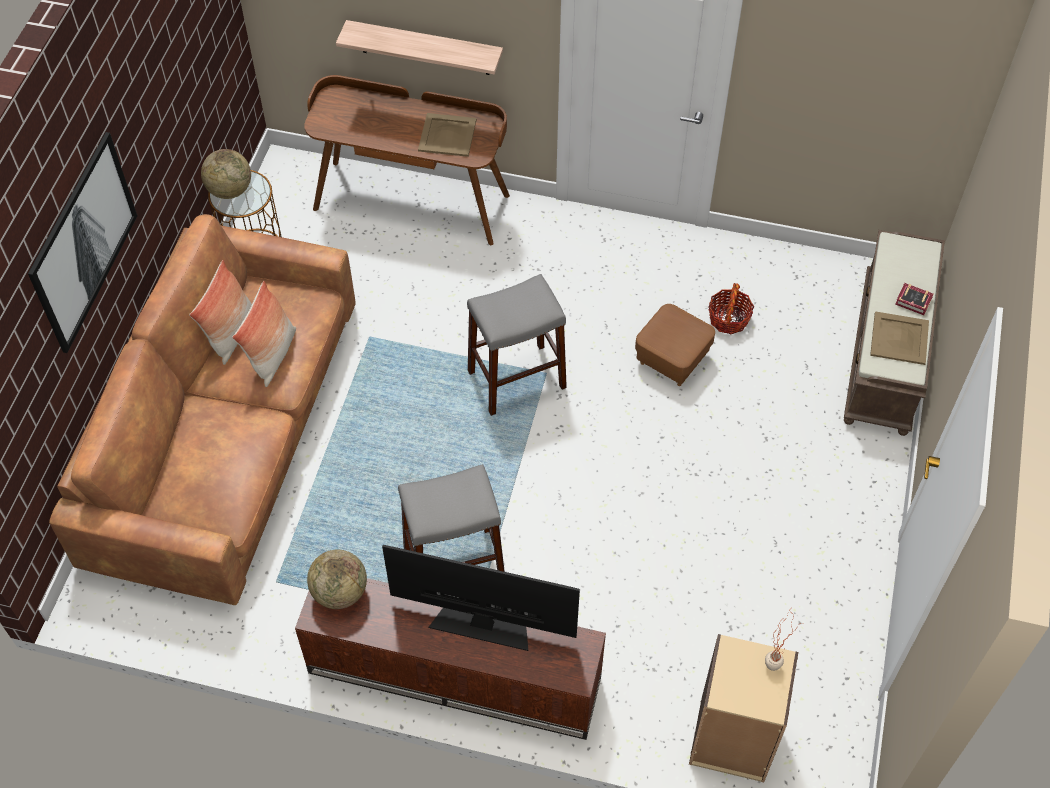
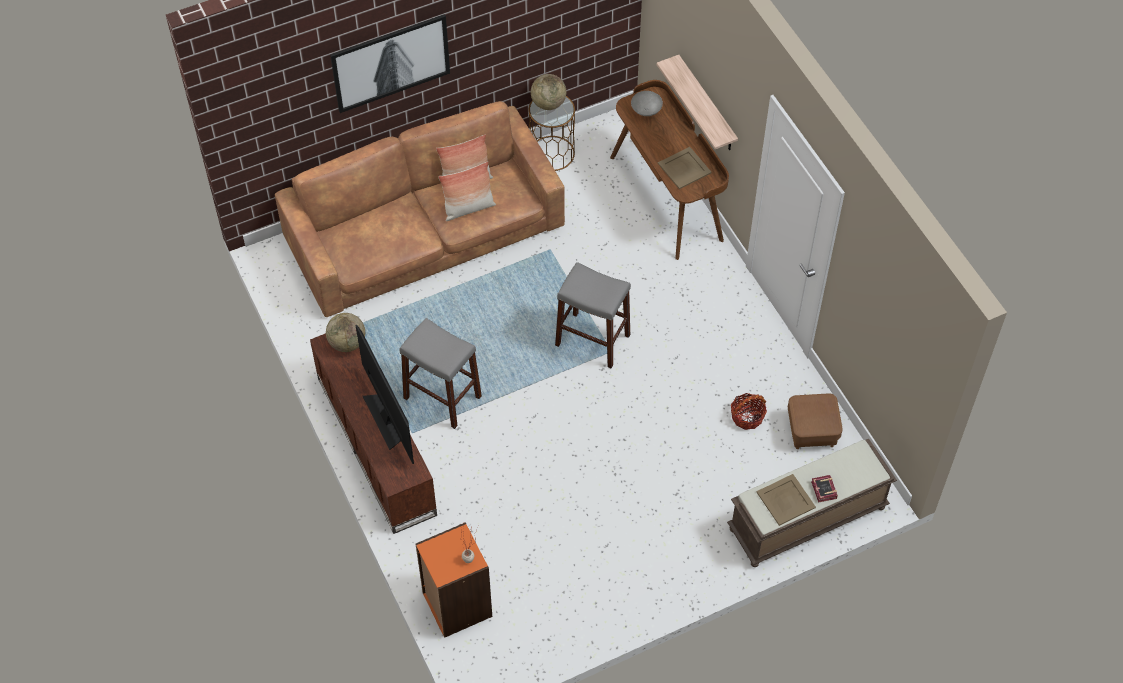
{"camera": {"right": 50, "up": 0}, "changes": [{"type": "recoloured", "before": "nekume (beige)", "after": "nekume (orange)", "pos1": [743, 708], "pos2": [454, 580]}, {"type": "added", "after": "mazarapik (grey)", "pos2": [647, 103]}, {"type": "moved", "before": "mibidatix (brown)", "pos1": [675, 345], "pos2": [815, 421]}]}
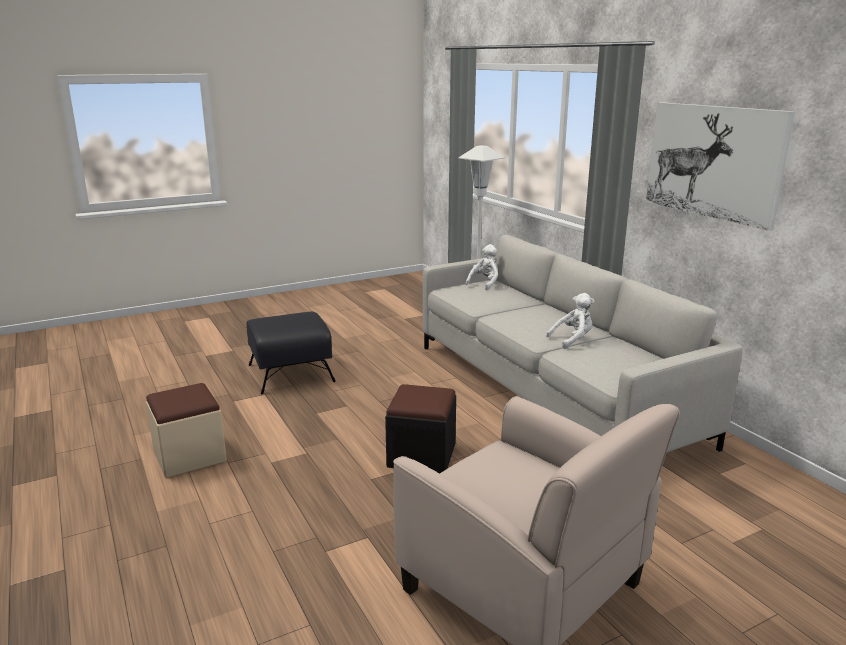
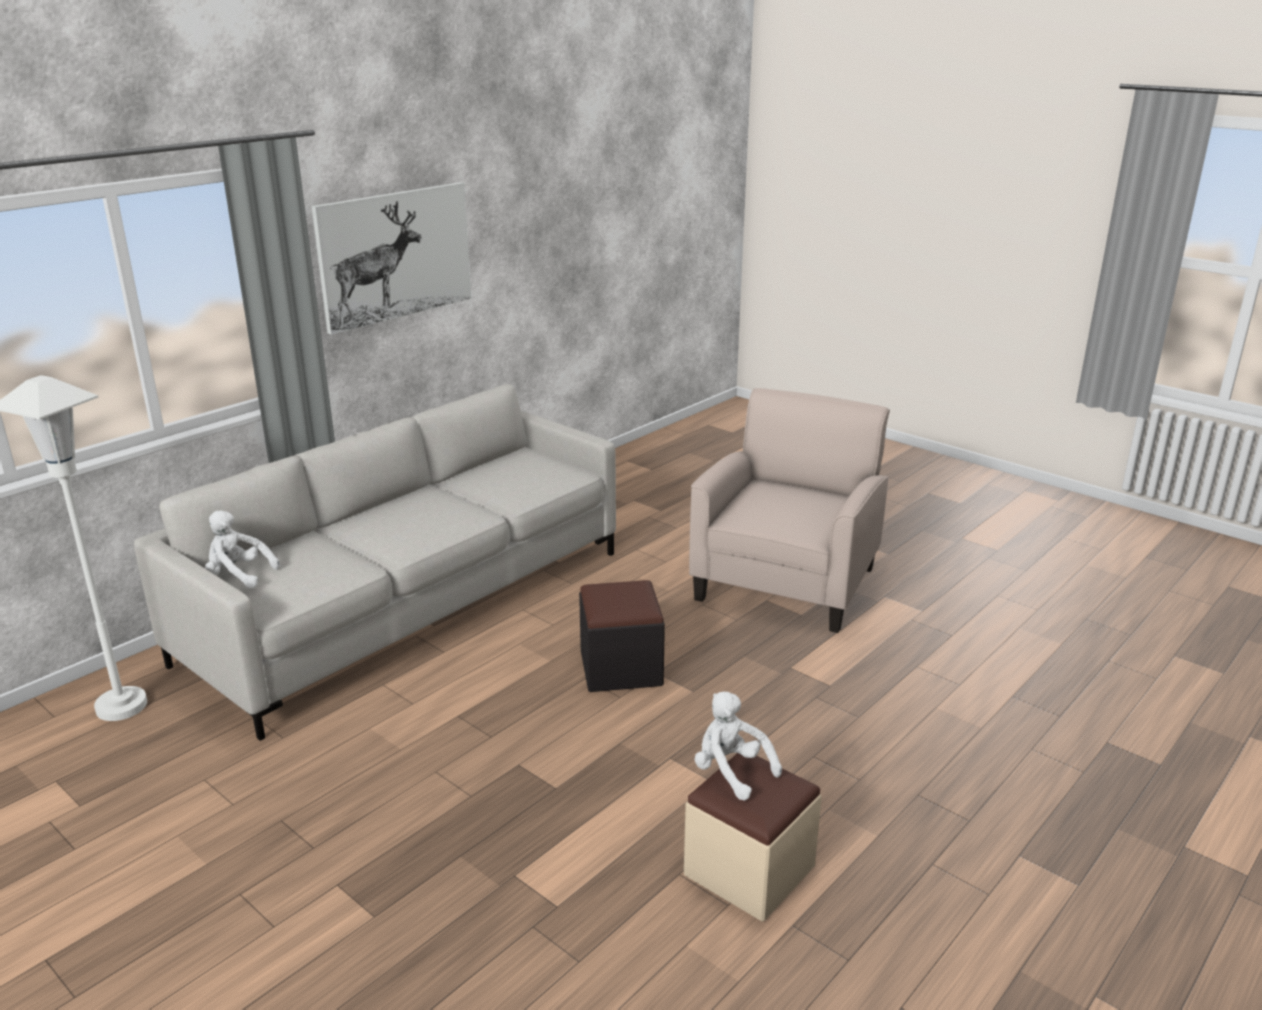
{"camera": {"right": -110, "up": 5}, "changes": [{"type": "moved", "before": "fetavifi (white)", "pos1": [570, 321], "pos2": [738, 745]}, {"type": "removed", "before": "mibidatix (black)", "pos1": [291, 353]}]}
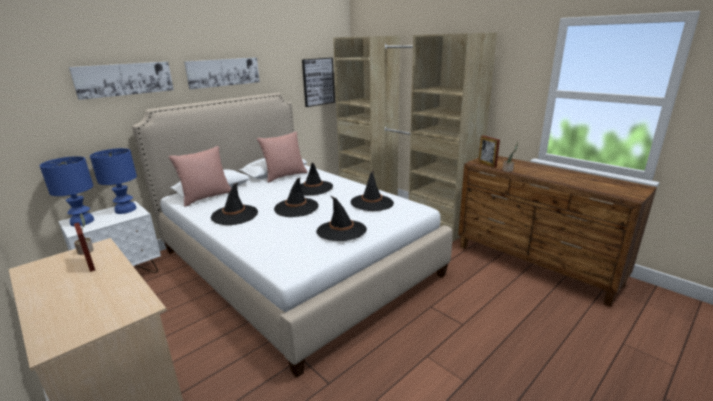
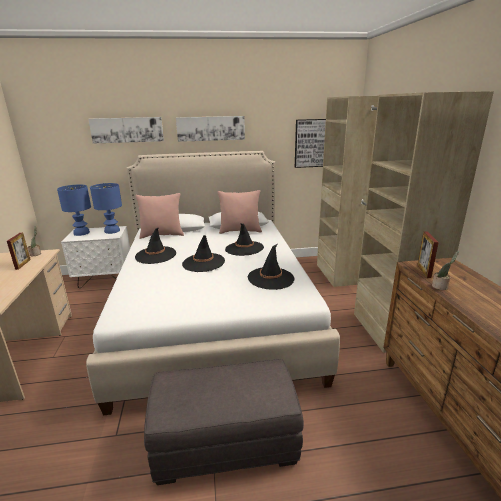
{"camera": {"right": 35, "up": 0}, "changes": [{"type": "added", "after": "mibidatix (grey)", "pos2": [224, 422]}, {"type": "removed", "before": "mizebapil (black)", "pos1": [341, 218]}]}
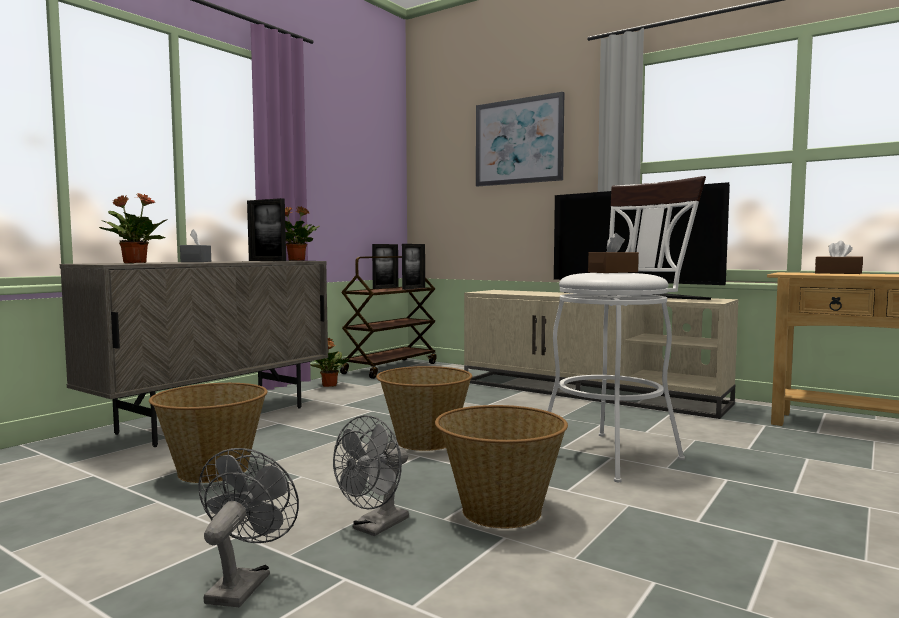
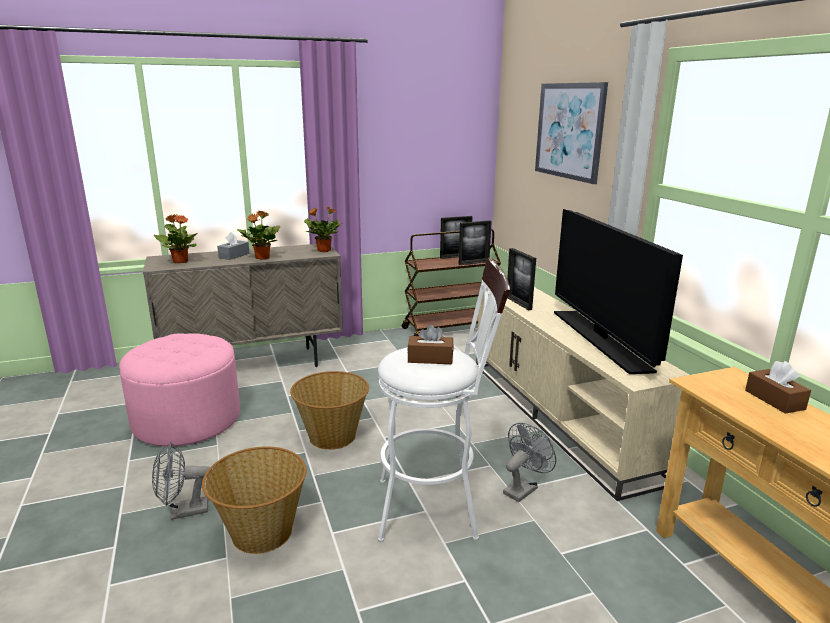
{"camera": {"right": 35, "up": 15}, "changes": [{"type": "replaced", "before": "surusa", "after": "mibidatix (pink)", "pos1": [208, 433], "pos2": [179, 389]}, {"type": "moved", "before": "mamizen", "pos1": [330, 362], "pos2": [258, 235]}, {"type": "moved", "before": "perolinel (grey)", "pos1": [248, 527], "pos2": [529, 462]}, {"type": "moved", "before": "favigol", "pos1": [266, 229], "pos2": [521, 279]}]}
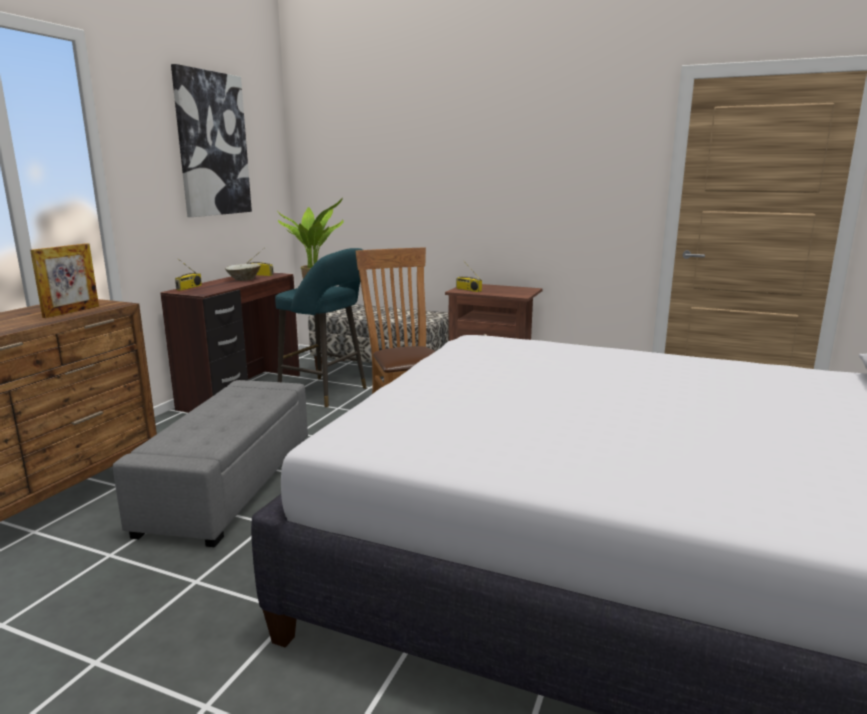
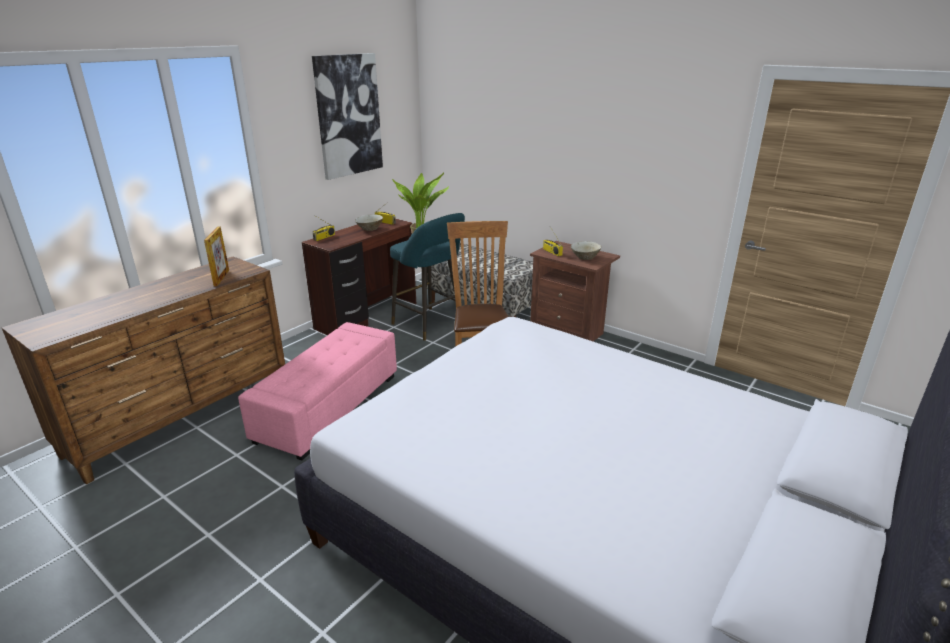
{"camera": {"right": 15, "up": 10}, "changes": [{"type": "turned", "before": "favigol", "pos1": [64, 280], "pos2": [216, 256], "turn": -45}, {"type": "recoloured", "before": "mibidatix (grey)", "after": "mibidatix (pink)", "pos1": [210, 463], "pos2": [317, 391]}, {"type": "added", "after": "mazarapik (beige)", "pos2": [586, 250]}]}
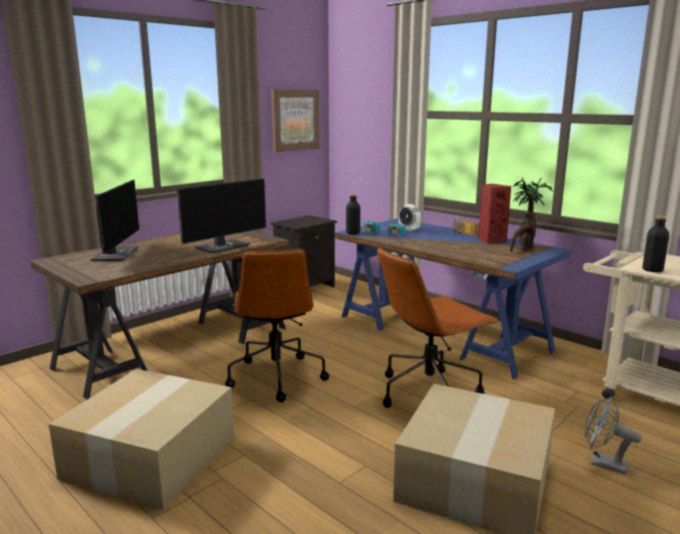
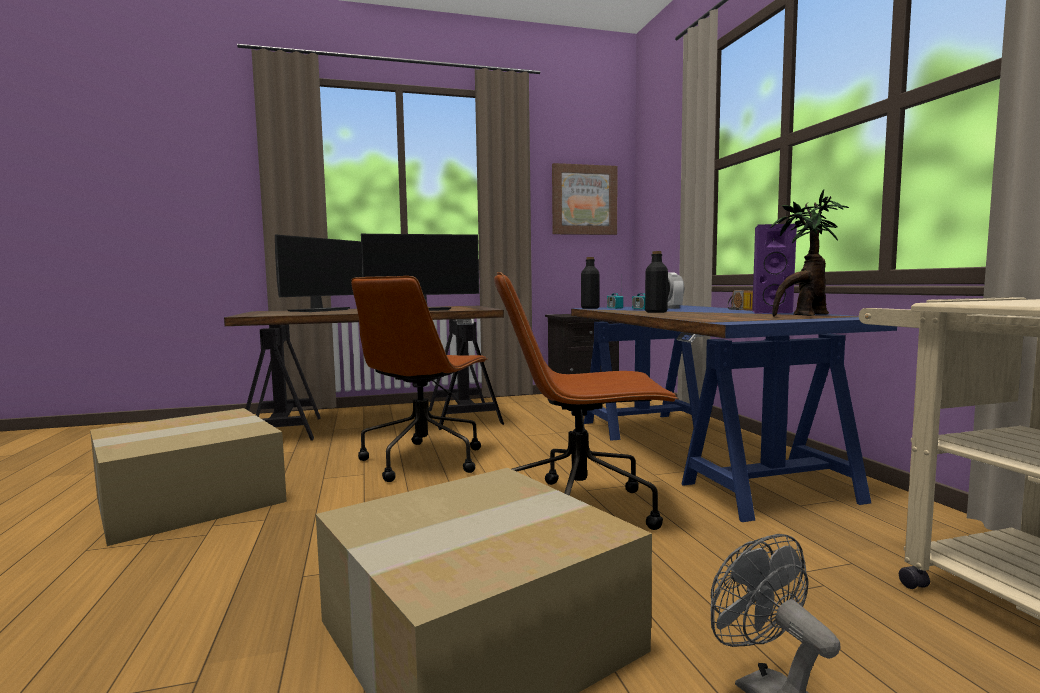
{"camera": {"right": 30, "up": -10}, "changes": [{"type": "moved", "before": "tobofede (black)", "pos1": [655, 244], "pos2": [656, 282]}, {"type": "recoloured", "before": "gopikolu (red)", "after": "gopikolu (purple)", "pos1": [494, 214], "pos2": [774, 269]}]}
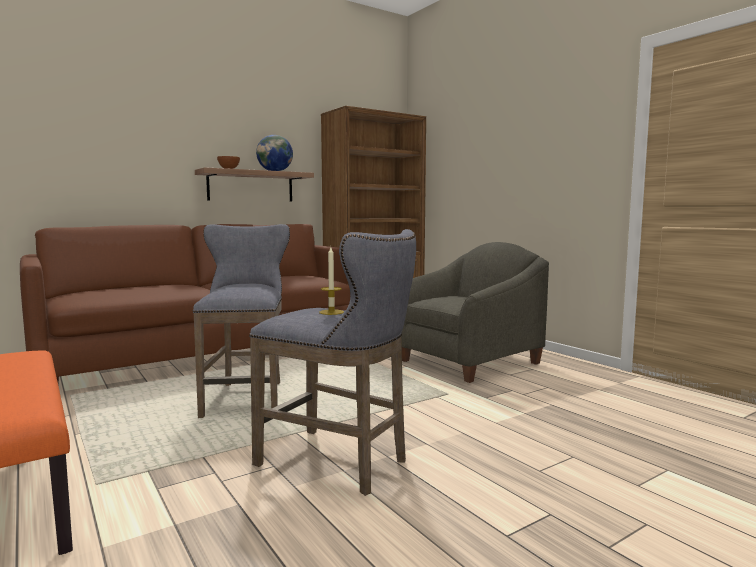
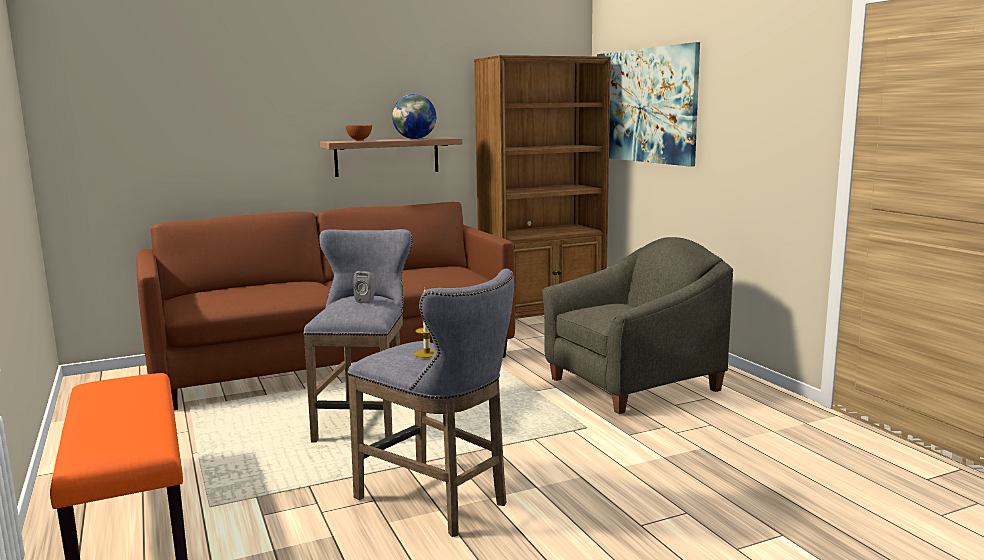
{"camera": {"right": 10, "up": 5}, "changes": [{"type": "added", "after": "gopikolu (grey)", "pos2": [364, 287]}, {"type": "added", "after": "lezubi", "pos2": [648, 104]}]}
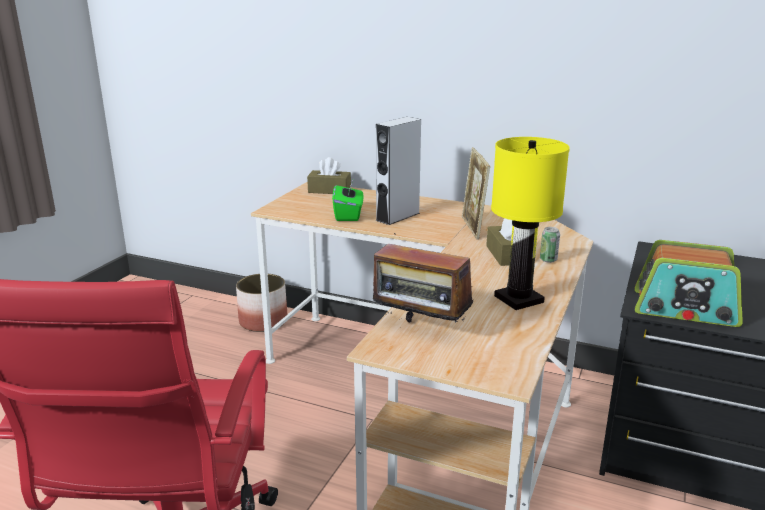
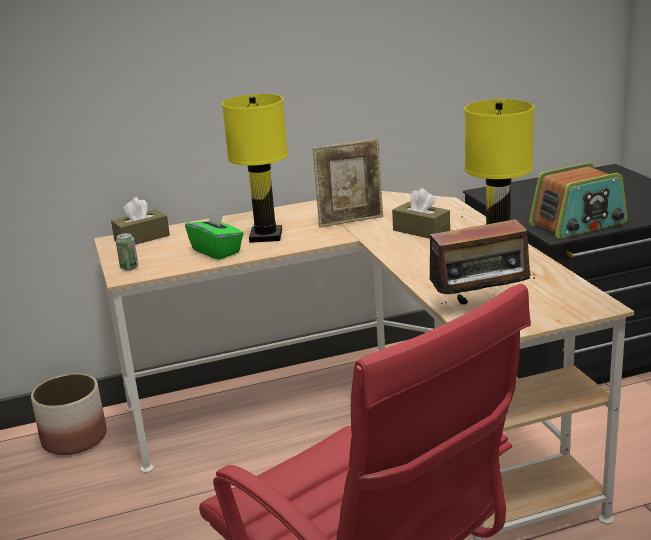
{"camera": {"right": -40, "up": 0}, "changes": [{"type": "moved", "before": "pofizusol", "pos1": [550, 245], "pos2": [127, 252]}, {"type": "replaced", "before": "gopikolu (grey)", "after": "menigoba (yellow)", "pos1": [398, 171], "pos2": [255, 168]}, {"type": "turned", "before": "favigol", "pos1": [475, 193], "pos2": [348, 183], "turn": -60}]}
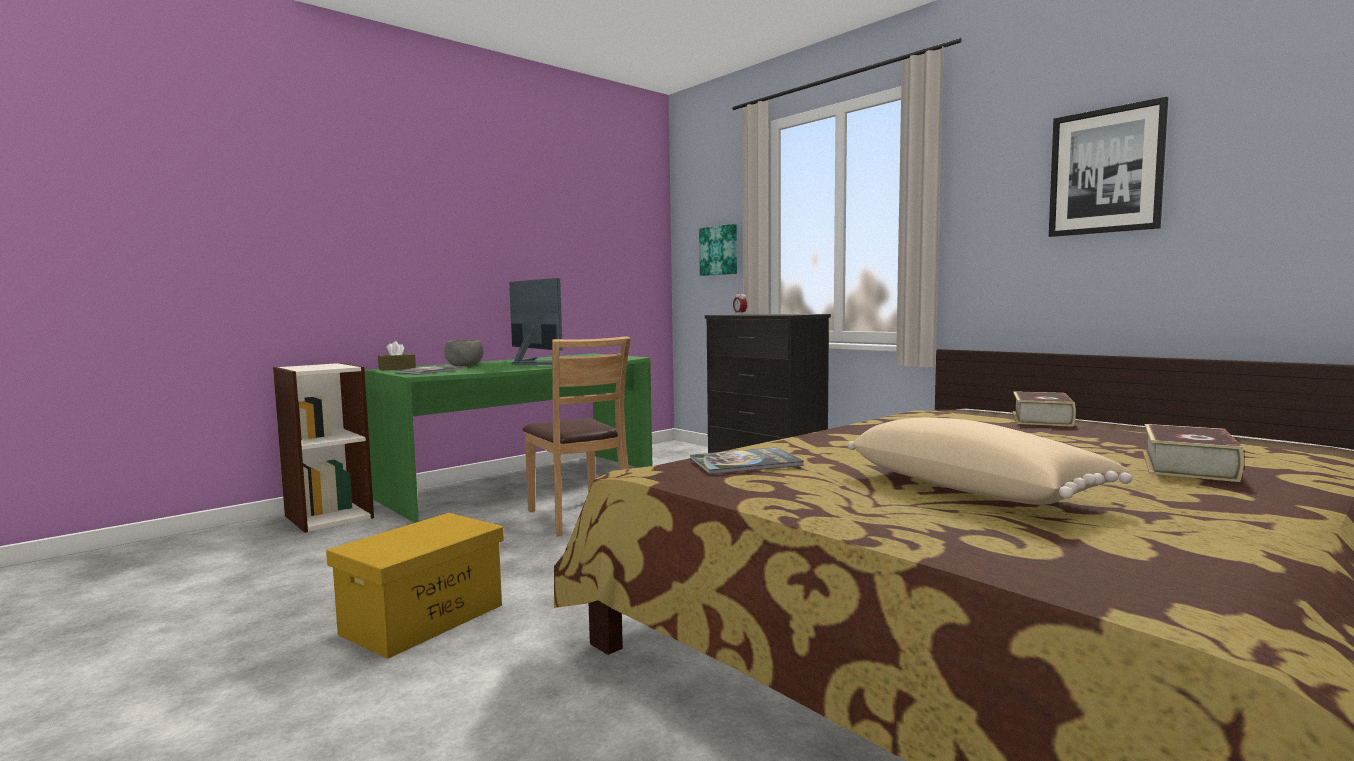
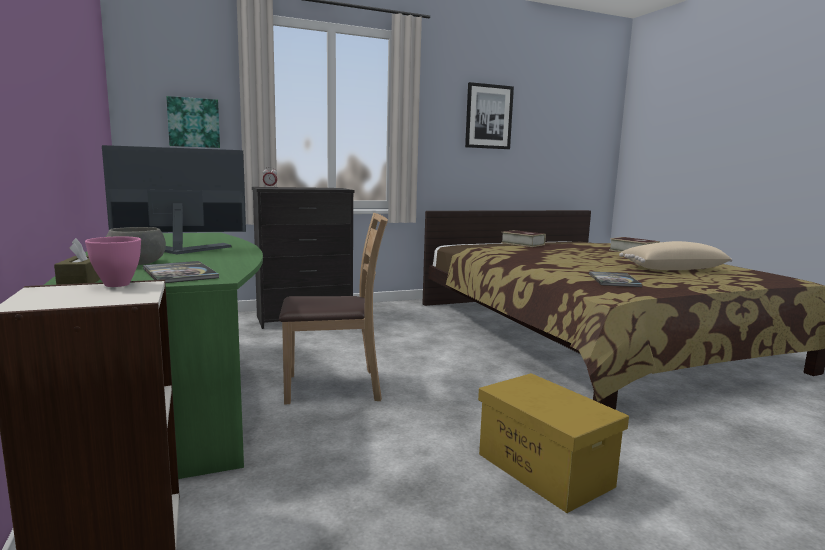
{"camera": {"right": -70, "up": 5}, "changes": [{"type": "added", "after": "mazarapik (pink)", "pos2": [113, 261]}]}
